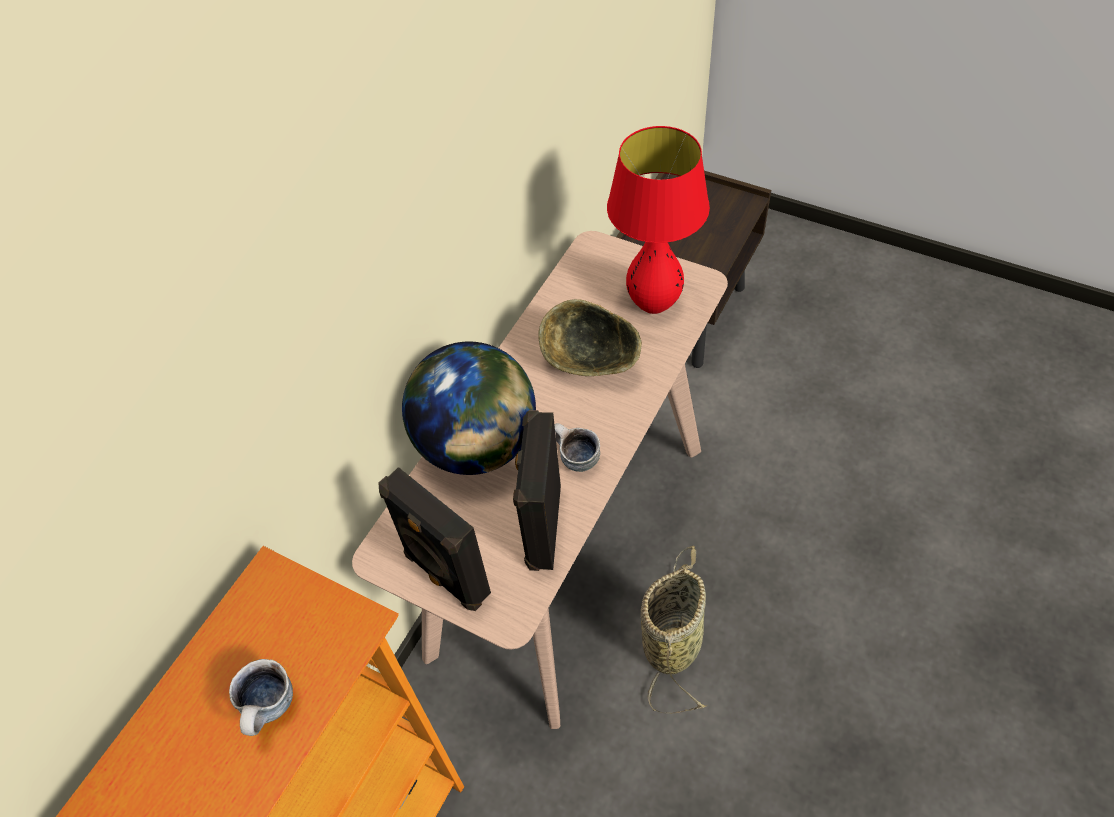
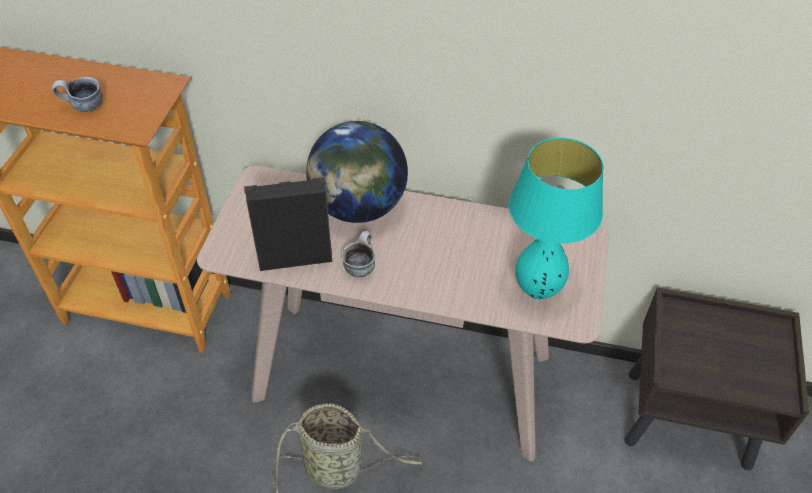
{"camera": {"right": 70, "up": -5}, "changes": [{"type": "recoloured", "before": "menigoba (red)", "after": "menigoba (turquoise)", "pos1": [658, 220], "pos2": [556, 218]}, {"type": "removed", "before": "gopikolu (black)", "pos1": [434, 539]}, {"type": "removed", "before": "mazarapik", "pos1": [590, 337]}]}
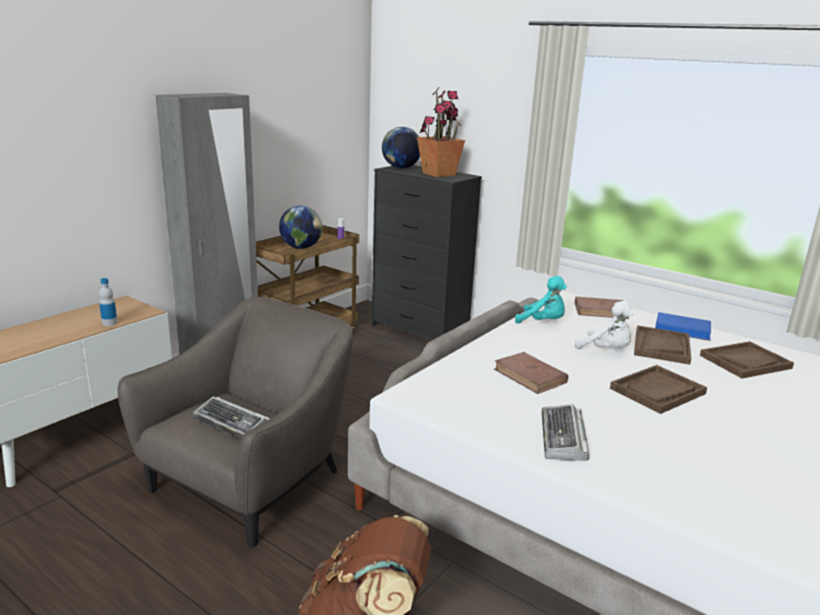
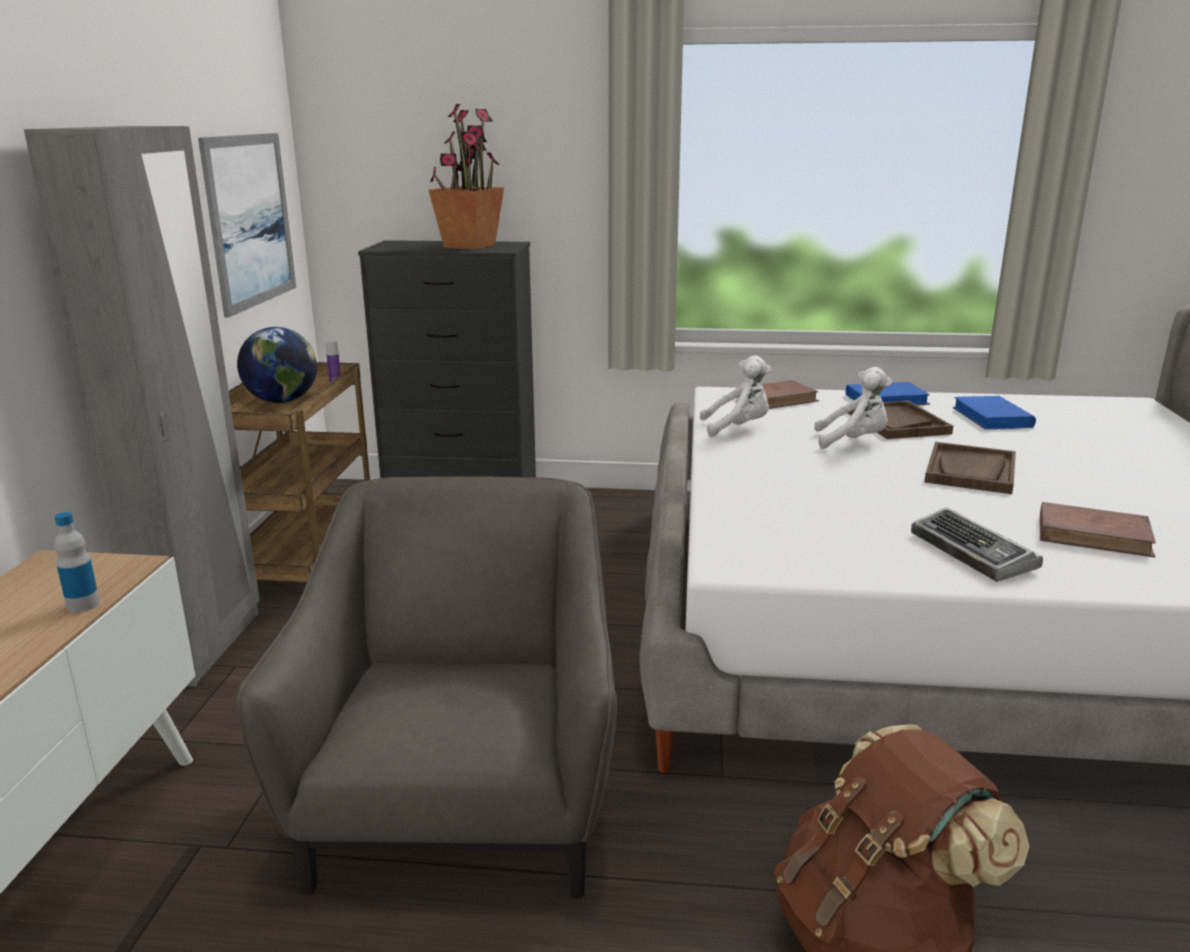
{"camera": {"right": -30, "up": 0}, "changes": [{"type": "added", "after": "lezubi", "pos2": [247, 225]}, {"type": "recoloured", "before": "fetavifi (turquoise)", "after": "fetavifi (white)", "pos1": [541, 300], "pos2": [736, 396]}, {"type": "replaced", "before": "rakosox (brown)", "after": "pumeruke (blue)", "pos1": [747, 359], "pos2": [994, 412]}, {"type": "moved", "before": "pumeruke (brown)", "pos1": [531, 373], "pos2": [1098, 529]}, {"type": "removed", "before": "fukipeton", "pos1": [232, 418]}, {"type": "removed", "before": "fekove", "pos1": [401, 147]}]}
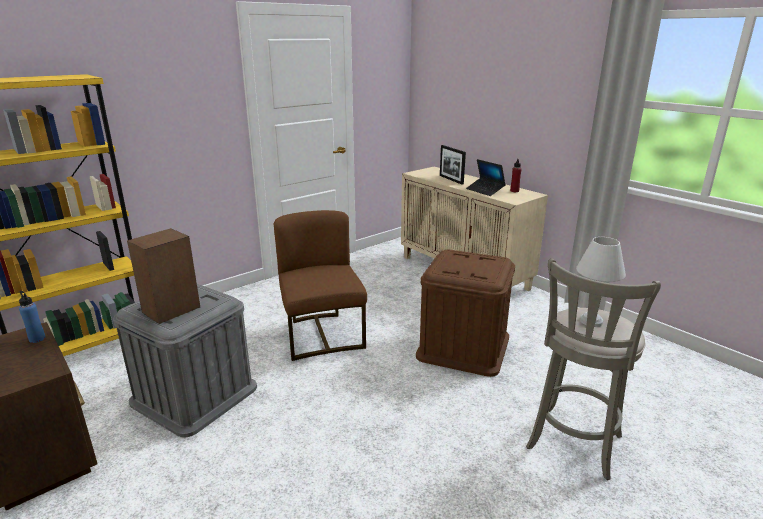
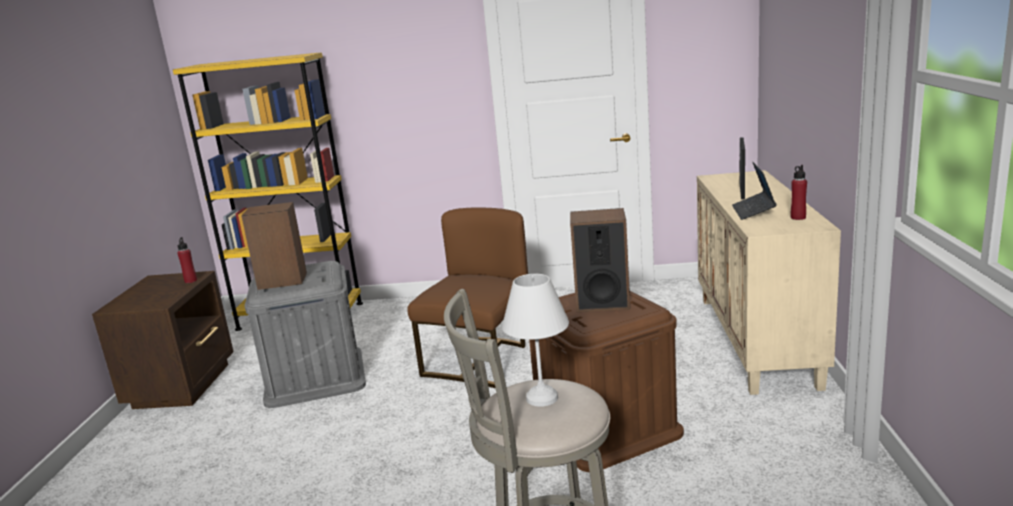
{"camera": {"right": 45, "up": -5}, "changes": [{"type": "recoloured", "before": "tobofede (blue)", "after": "tobofede (red)", "pos1": [32, 317], "pos2": [187, 260]}, {"type": "added", "after": "gopikolu", "pos2": [600, 260]}]}
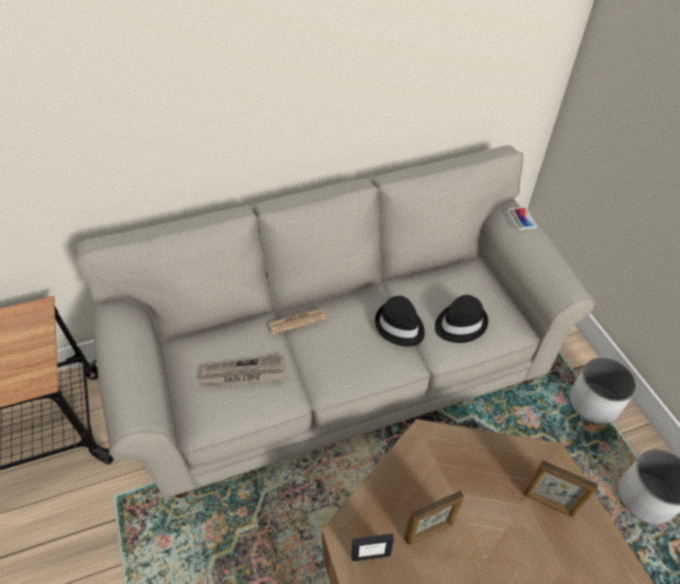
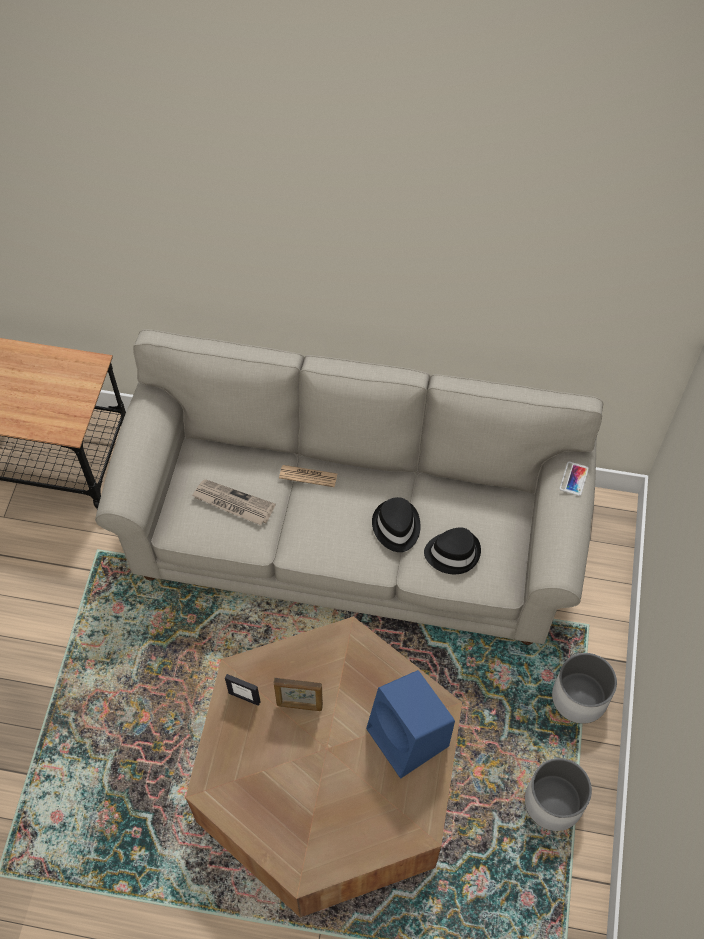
{"camera": {"right": 30, "up": 10}, "changes": [{"type": "replaced", "before": "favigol", "after": "gopikolu (blue)", "pos1": [560, 488], "pos2": [410, 724]}]}
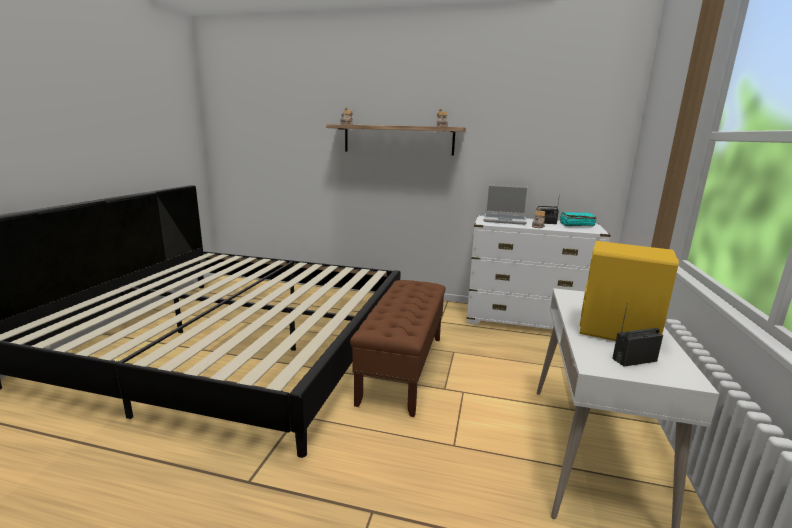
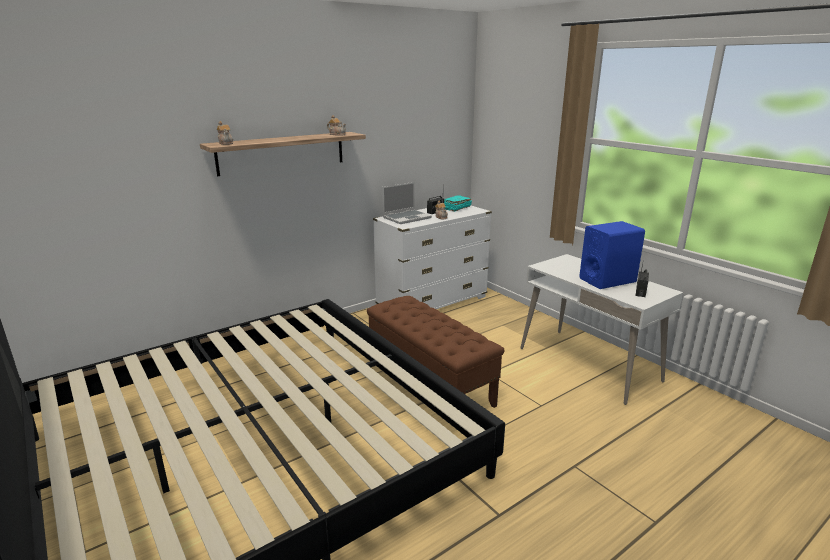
{"camera": {"right": -50, "up": 5}, "changes": [{"type": "recoloured", "before": "gopikolu (yellow)", "after": "gopikolu (blue)", "pos1": [629, 291], "pos2": [612, 255]}]}
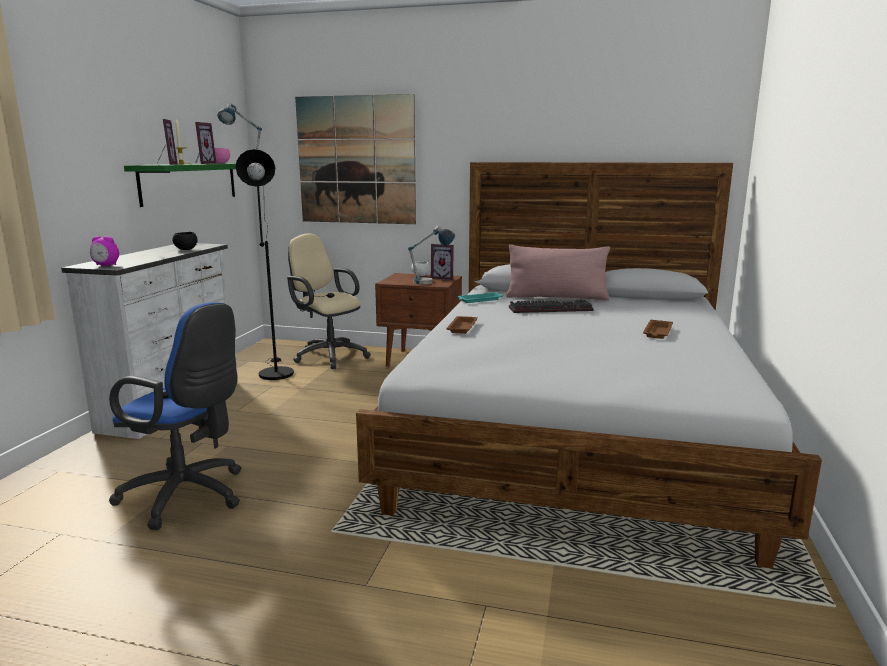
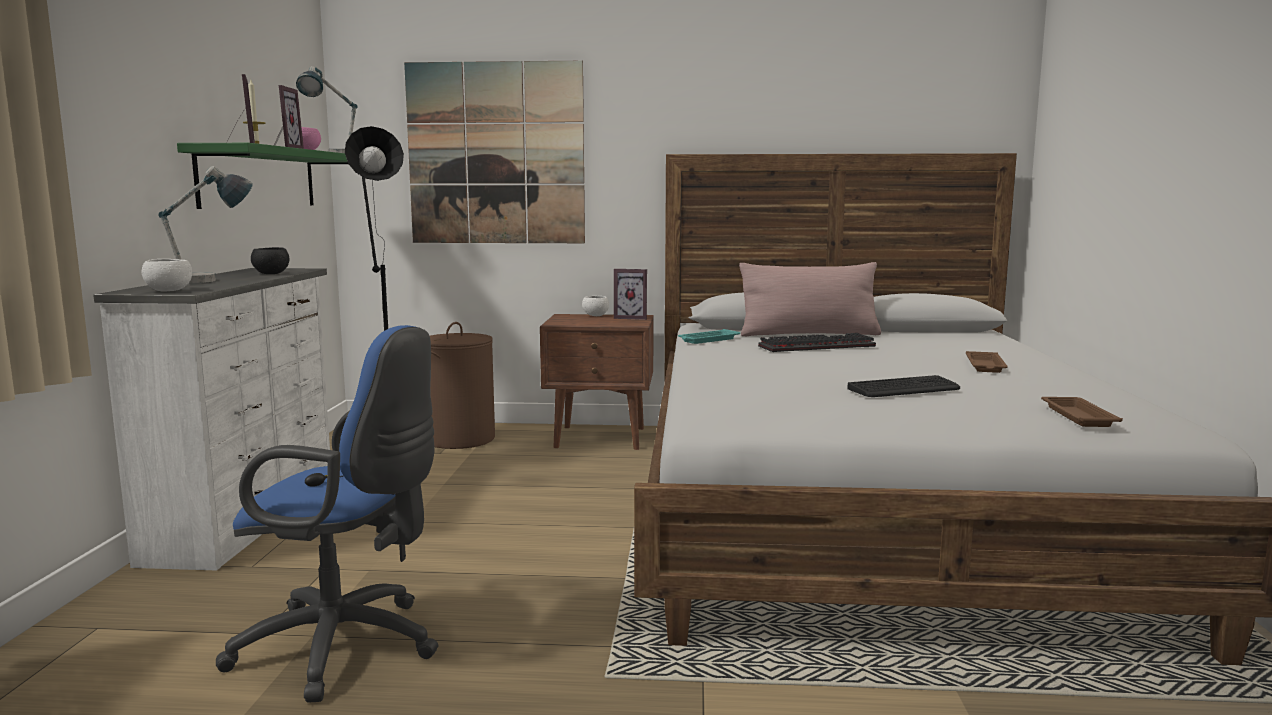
{"camera": {"right": -10, "up": -5}, "changes": [{"type": "replaced", "before": "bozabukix", "after": "mazarapik (white)", "pos1": [104, 251], "pos2": [166, 275]}, {"type": "moved", "before": "menigoba", "pos1": [431, 254], "pos2": [206, 224]}, {"type": "replaced", "before": "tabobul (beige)", "after": "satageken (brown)", "pos1": [329, 301], "pos2": [462, 385]}, {"type": "added", "after": "fukipeton", "pos2": [903, 386]}, {"type": "moved", "before": "rakosox (brown)", "pos1": [462, 325], "pos2": [1082, 412]}]}
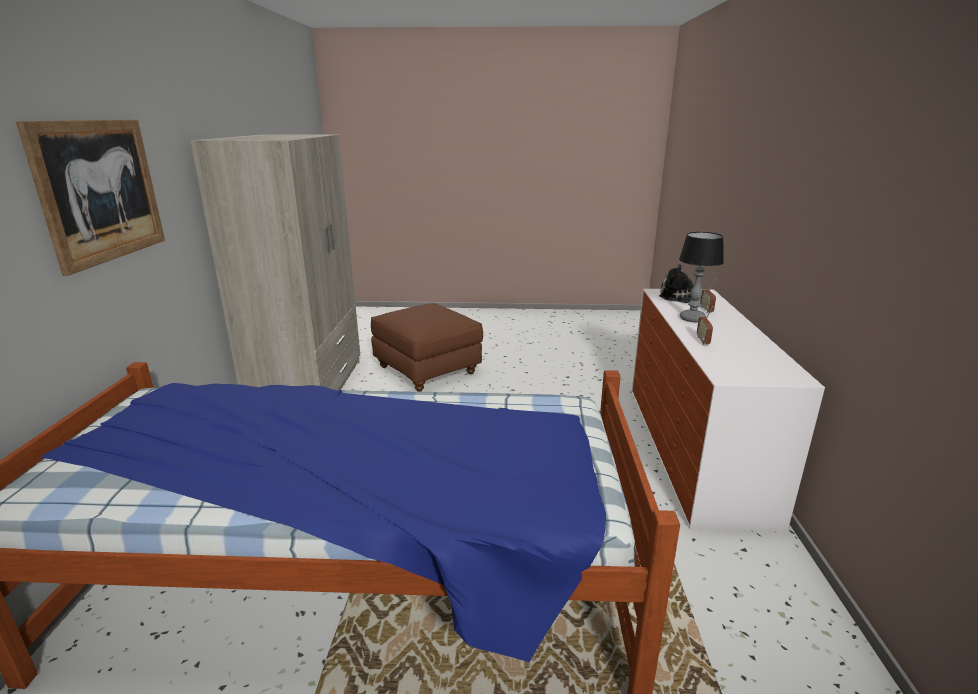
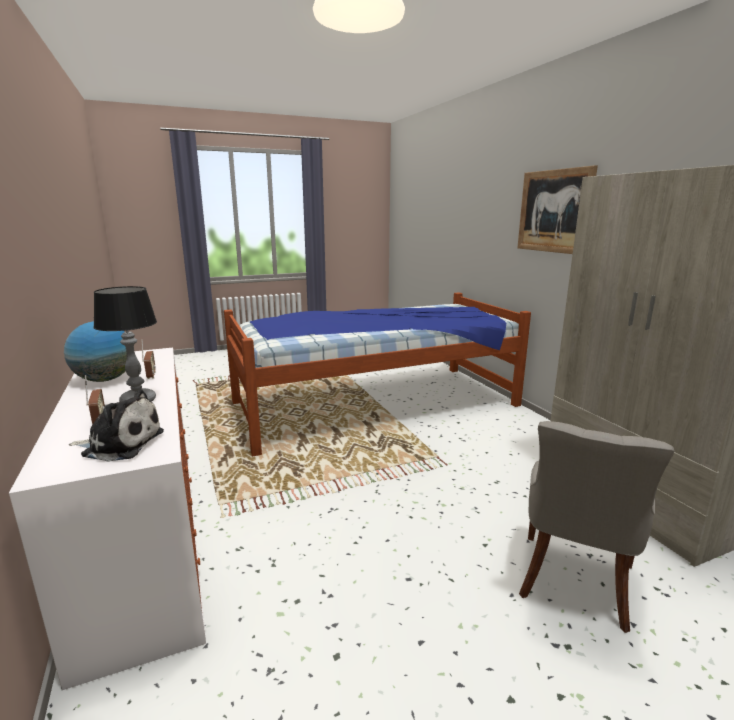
{"camera": {"right": 155, "up": -5}, "changes": [{"type": "added", "after": "fekove", "pos2": [95, 351]}, {"type": "replaced", "before": "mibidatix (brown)", "after": "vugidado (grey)", "pos1": [427, 347], "pos2": [597, 527]}]}
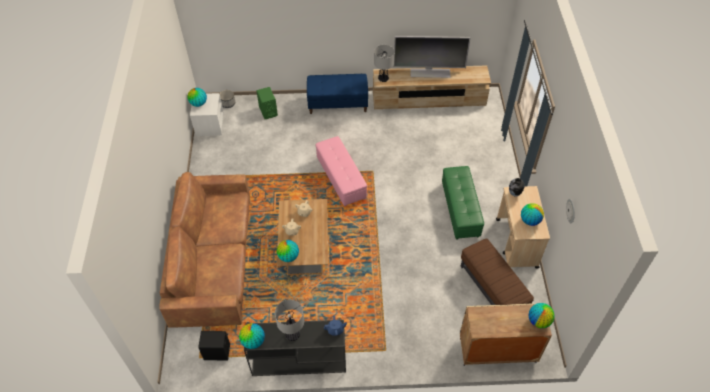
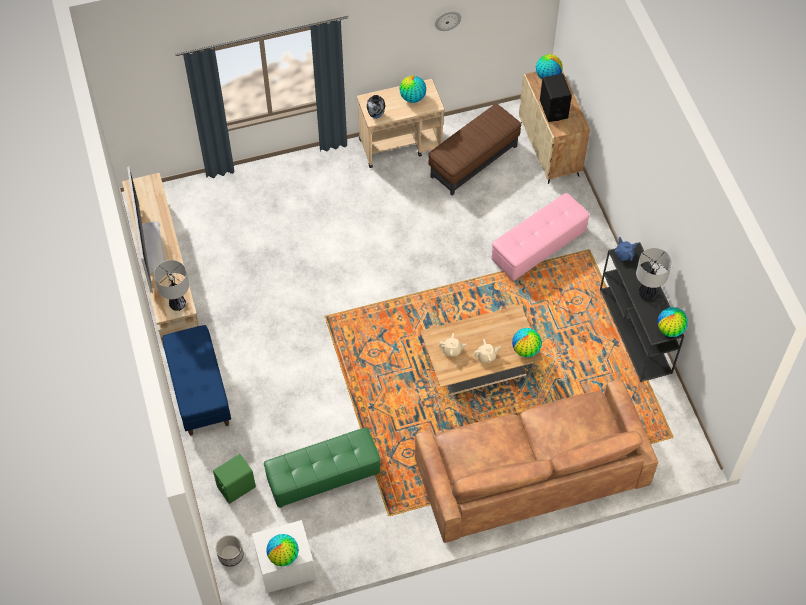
{"camera": {"right": -105, "up": 5}, "changes": [{"type": "moved", "before": "mibidatix (green)", "pos1": [463, 203], "pos2": [322, 468]}, {"type": "moved", "before": "mibidatix (pink)", "pos1": [341, 171], "pos2": [540, 237]}, {"type": "moved", "before": "gopikolu (black)", "pos1": [214, 346], "pos2": [556, 98]}]}
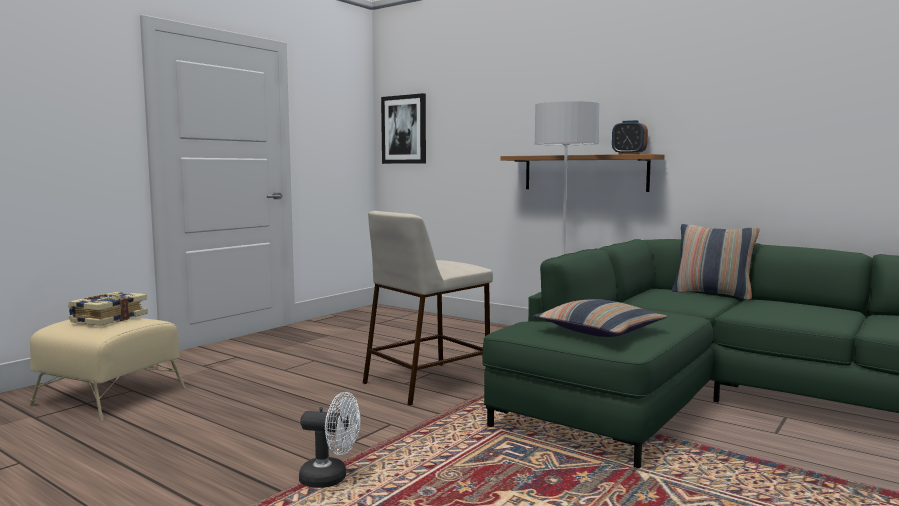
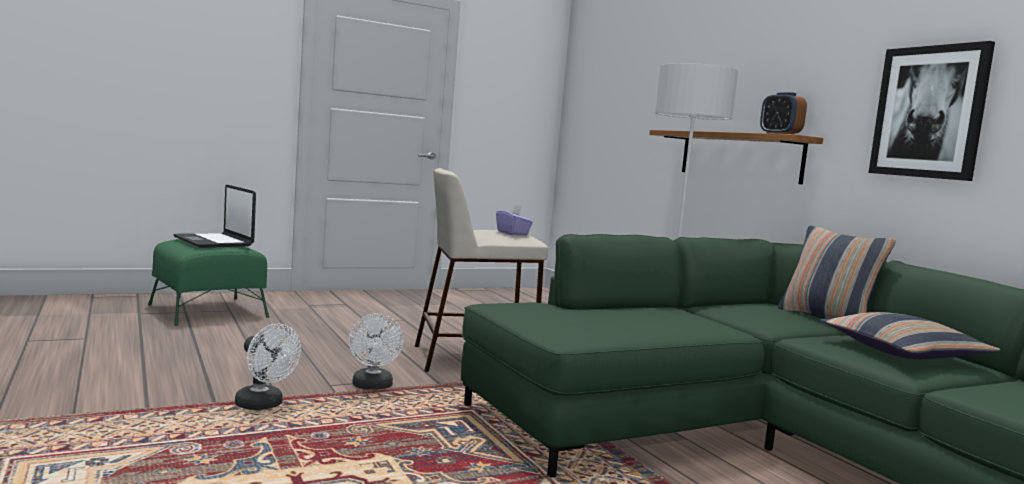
{"camera": {"right": 25, "up": 0}, "changes": [{"type": "recoloured", "before": "mibidatix (beige)", "after": "mibidatix (green)", "pos1": [107, 369], "pos2": [208, 282]}, {"type": "replaced", "before": "pumeruke", "after": "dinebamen", "pos1": [108, 309], "pos2": [215, 216]}, {"type": "added", "after": "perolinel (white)", "pos2": [376, 351]}, {"type": "added", "after": "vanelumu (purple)", "pos2": [514, 220]}, {"type": "moved", "before": "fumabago", "pos1": [600, 318], "pos2": [910, 335]}, {"type": "moved", "before": "lezubi", "pos1": [403, 128], "pos2": [932, 111]}]}
